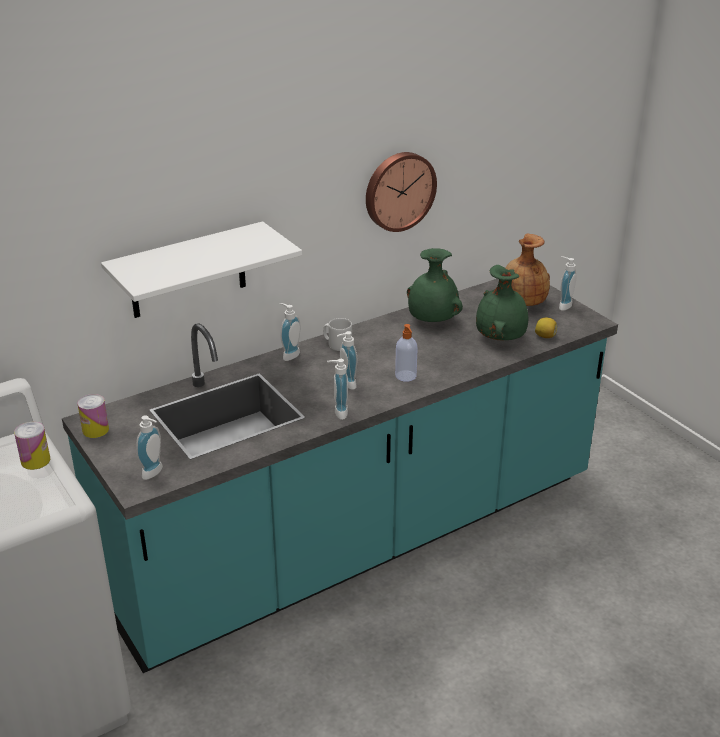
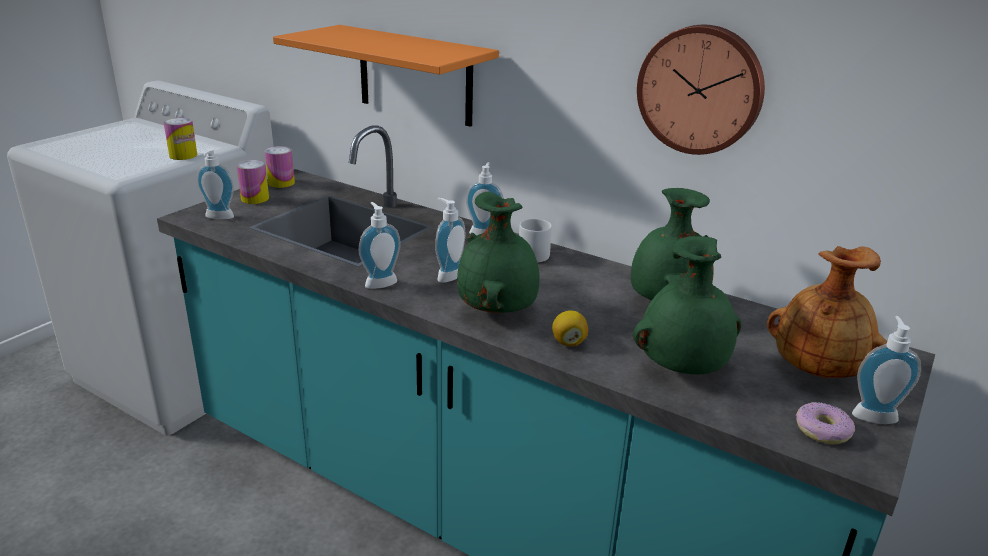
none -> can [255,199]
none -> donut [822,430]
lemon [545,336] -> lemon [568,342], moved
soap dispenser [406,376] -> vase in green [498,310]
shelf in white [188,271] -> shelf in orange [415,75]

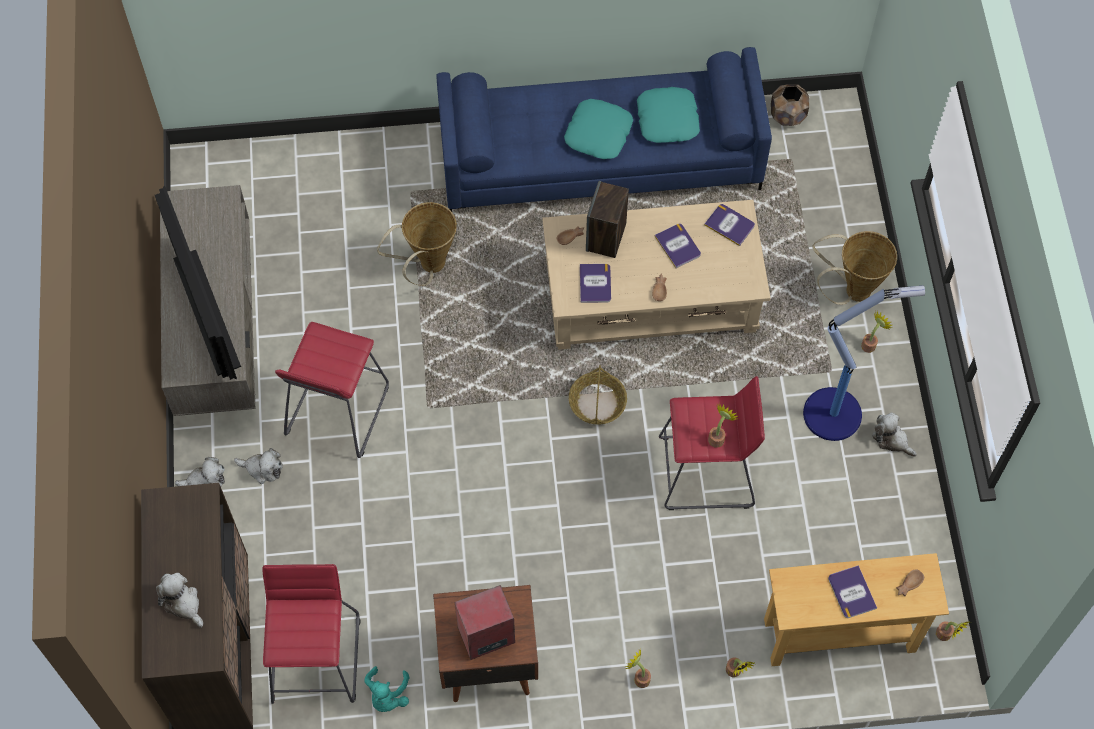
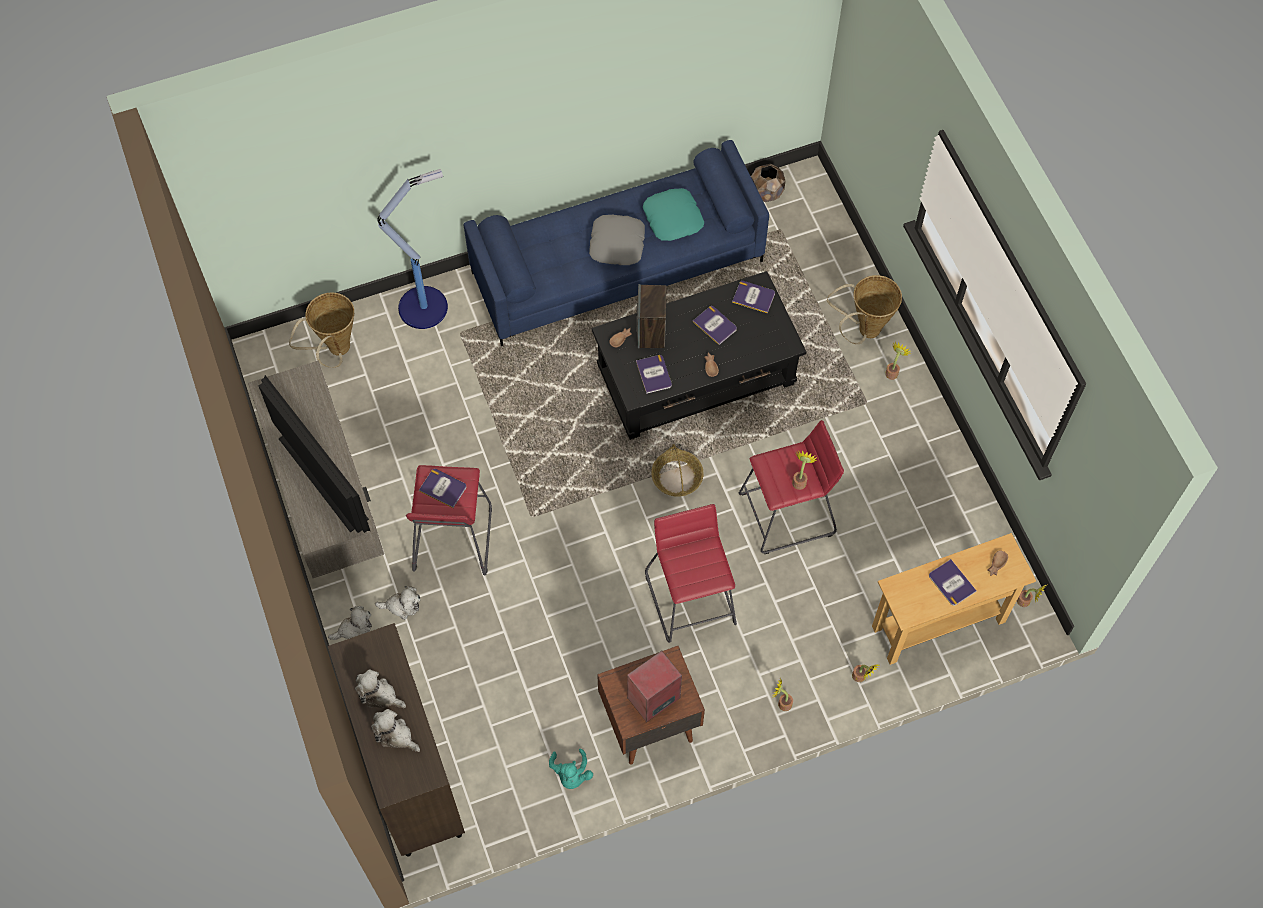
none -> book [443,488]
stool in red [315,658] -> stool in red [691,598], moved
basket [427,267] -> basket [335,351], moved
floor lamp [835,413] -> floor lamp [425,306], moved
plush toy [891,439] -> plush toy [379,695], moved
coffee table in beige [652,298] -> coffee table in black [697,376]
pillow in turquoise [599,134] -> pillow in grey [617,244]

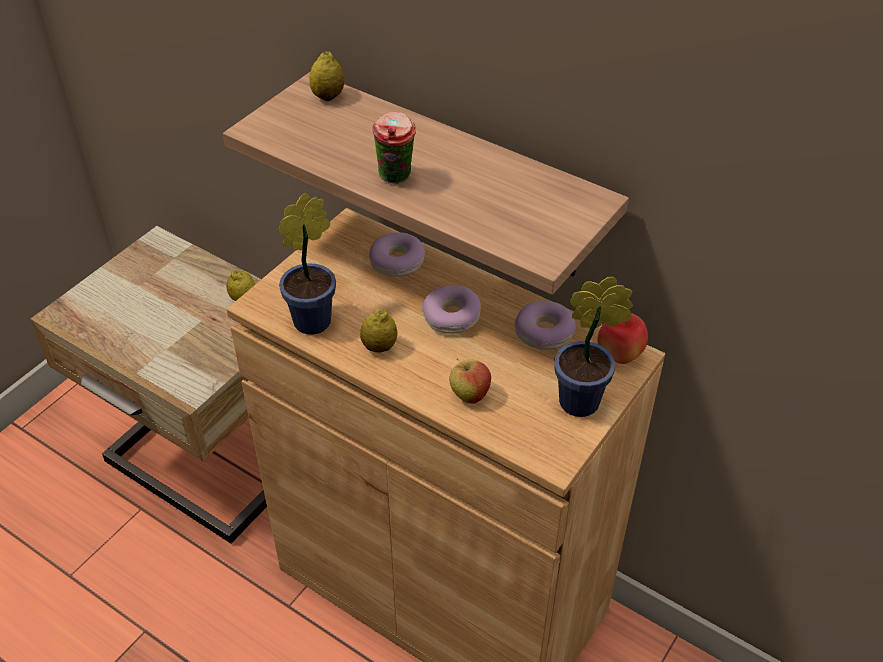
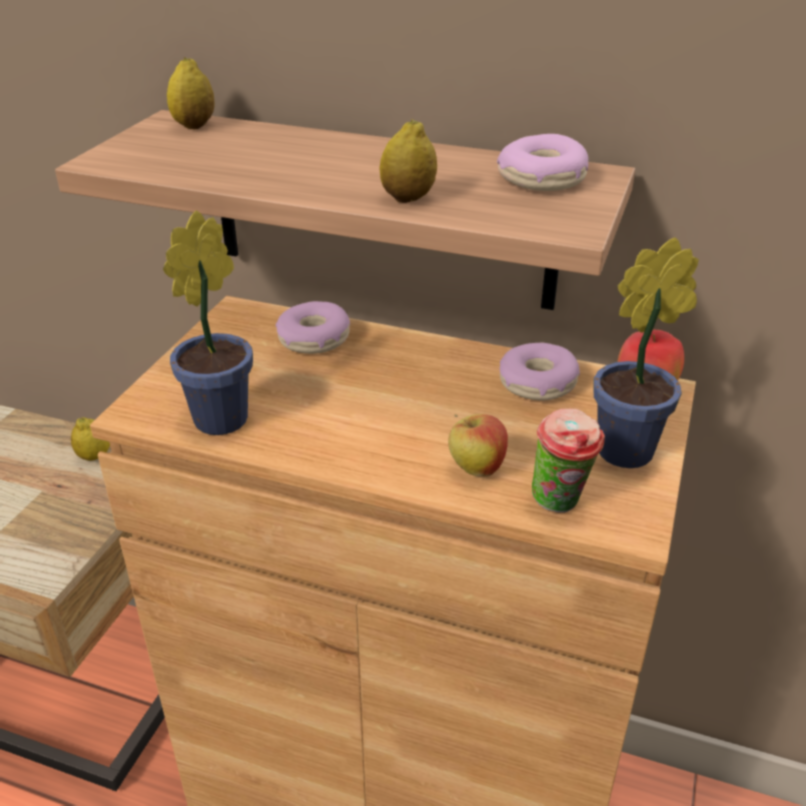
lemon [379,347] -> lemon [408,198], moved
cup [396,179] -> cup [560,504], moved
donut [451,317] -> donut [543,179], moved

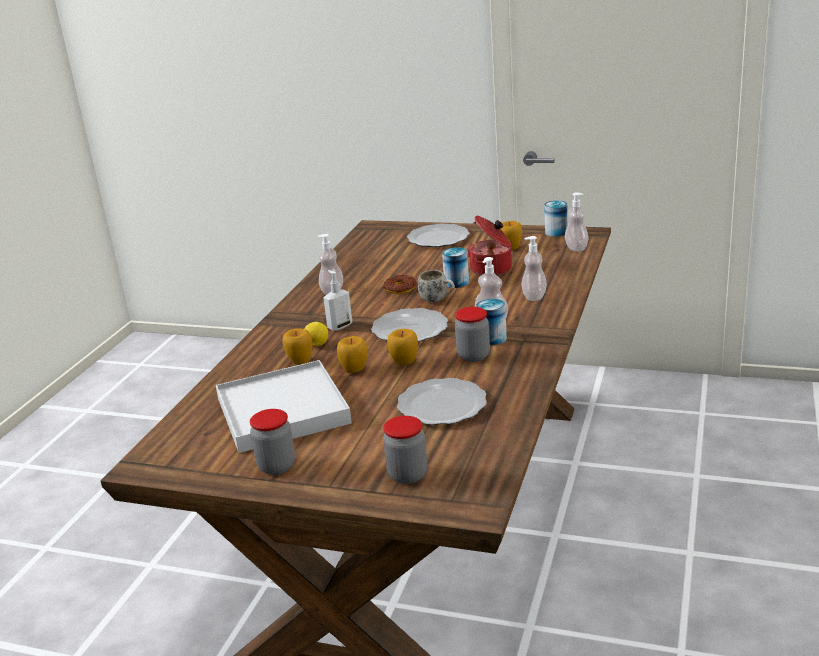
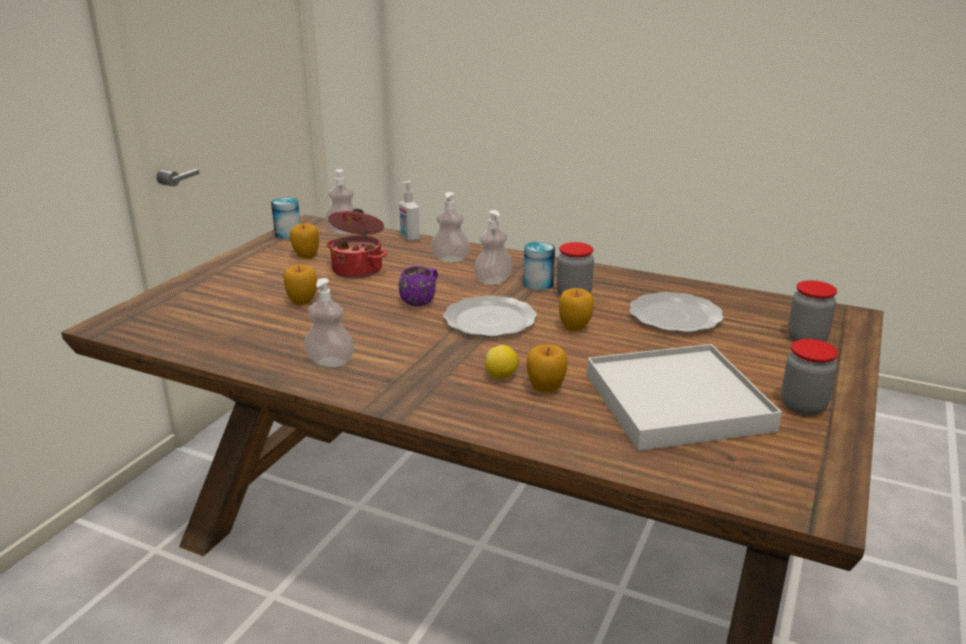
donut [400,288] -> none
plate [438,239] -> none
can [456,282] -> none
soap dispenser [339,326] -> soap dispenser [409,238], moved
apple [354,370] -> apple [302,302], moved
mug in white [438,300] -> mug in purple [421,301]

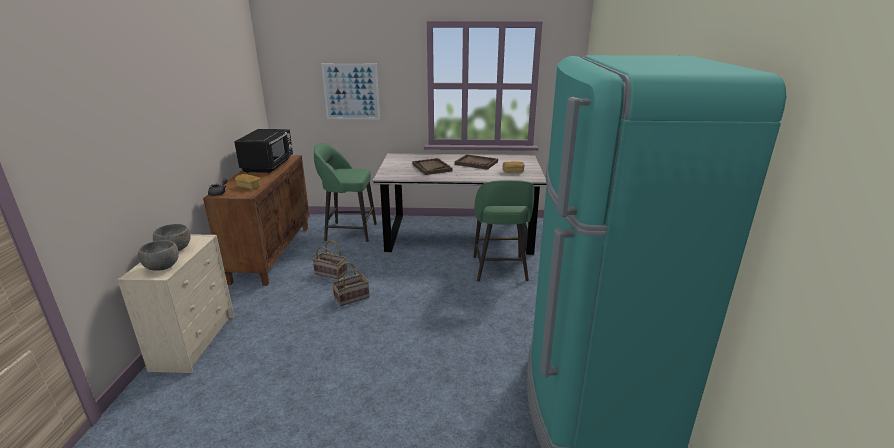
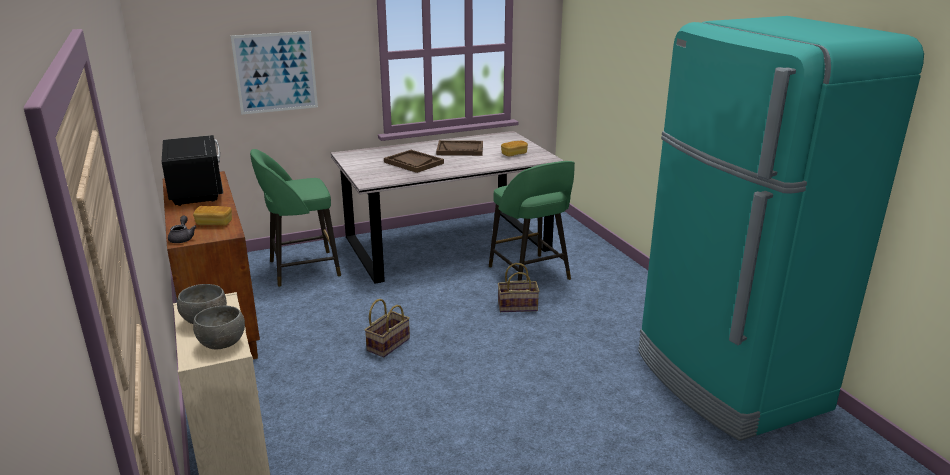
basket [332,273] -> basket [518,306], moved

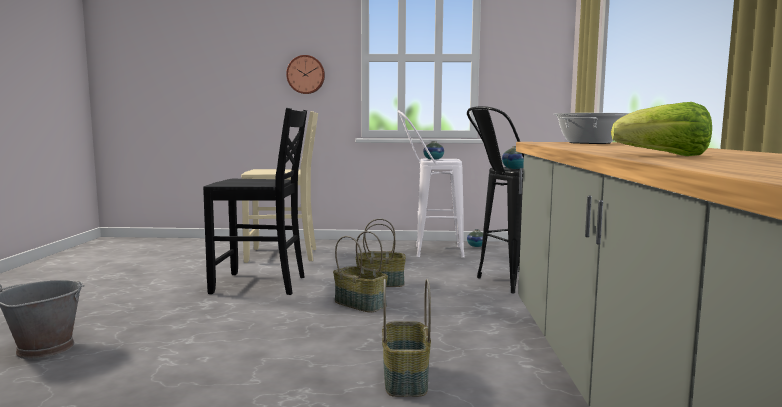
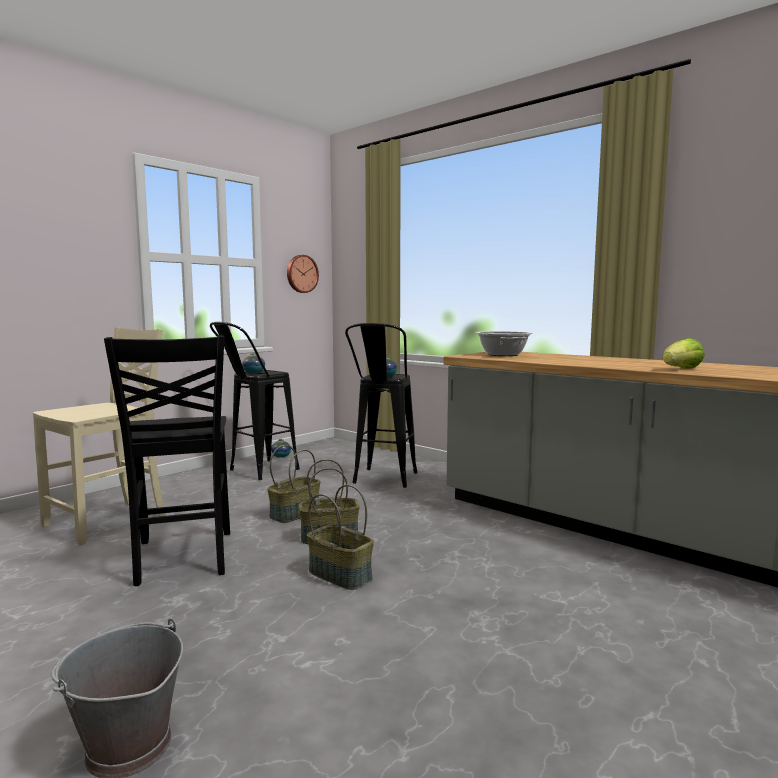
wall clock [306,74] -> wall clock [301,274], moved
basket [406,379] -> basket [341,575], moved
stool in white [429,251] -> stool in black [255,472]
chair in black [261,285] -> chair in black [182,558], 120 degrees clockwise

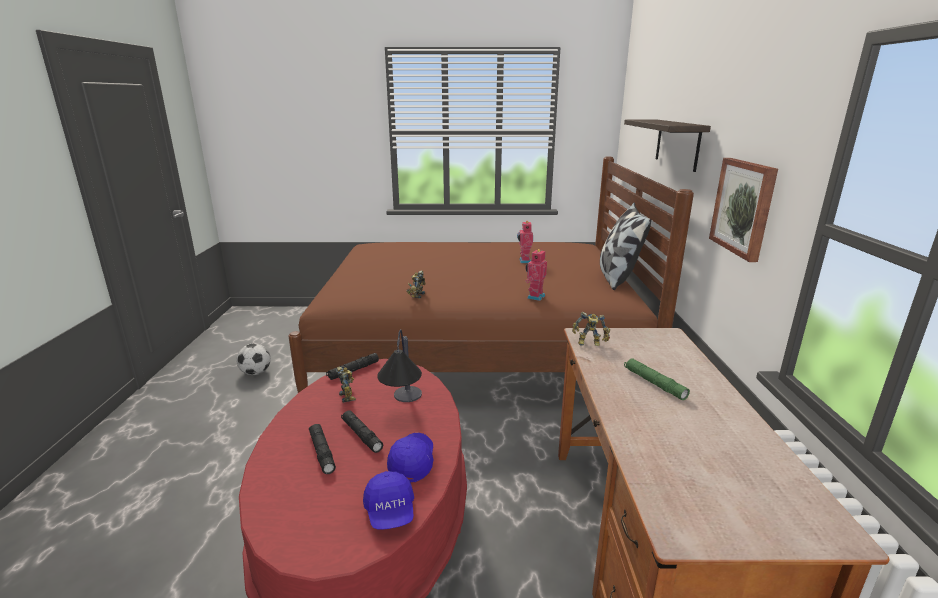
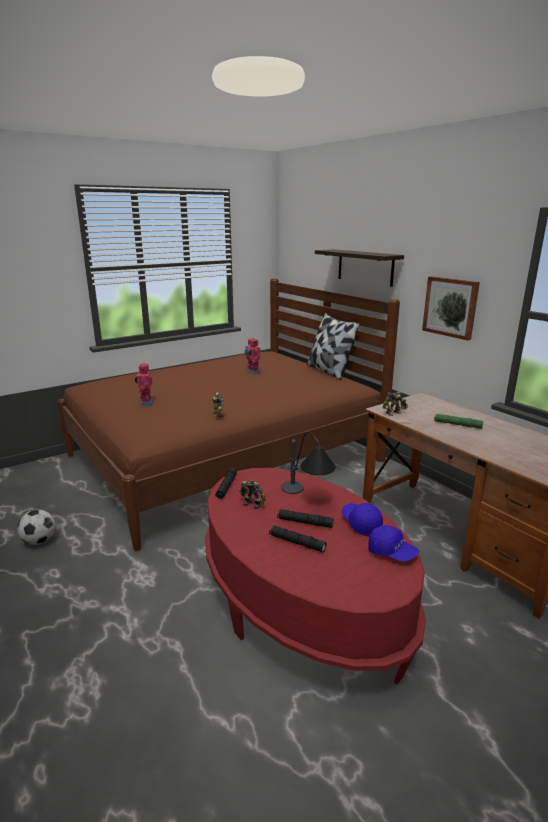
toy robot [534,297] -> toy robot [146,402], moved

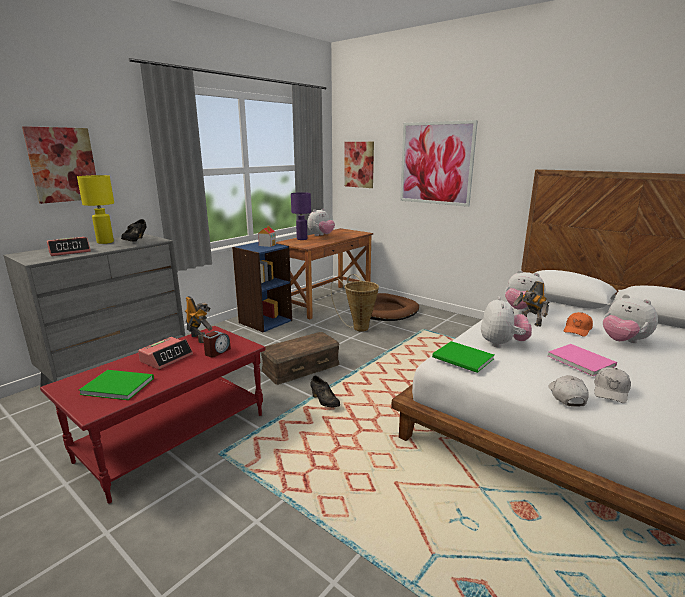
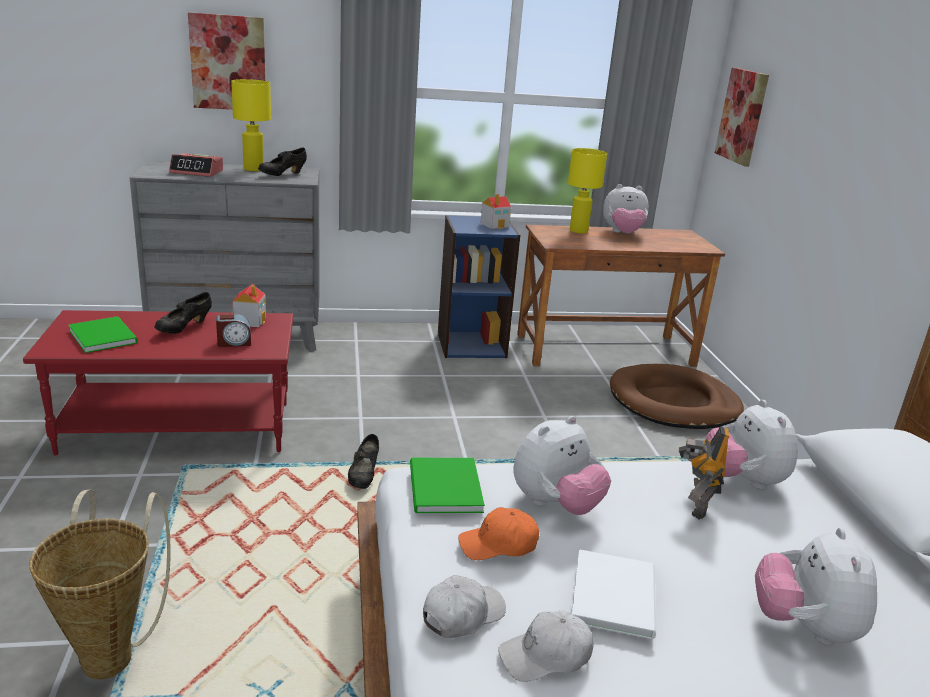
storage box in brown [300,367] -> none
picture [436,163] -> none
basket [358,327] -> basket [112,652], moved
cap in orange [577,330] -> cap in orange [498,545], moved
alarm clock [166,358] -> shoe in black [184,328]
toy robot [199,338] -> toy house [250,321]
table lamp in purple [302,239] -> table lamp in yellow [579,231]
book in pink [580,360] -> book in white [616,594]

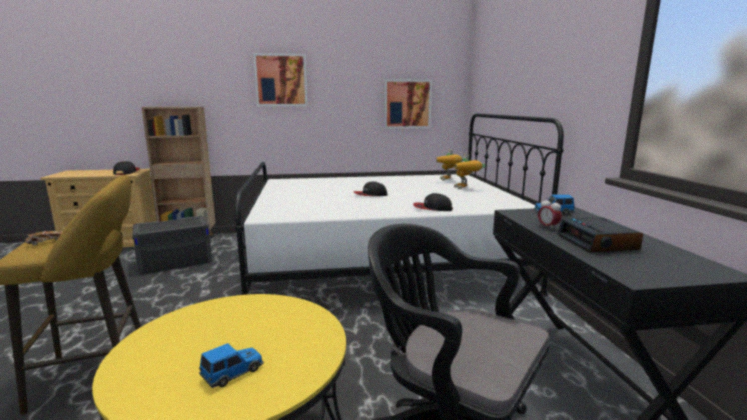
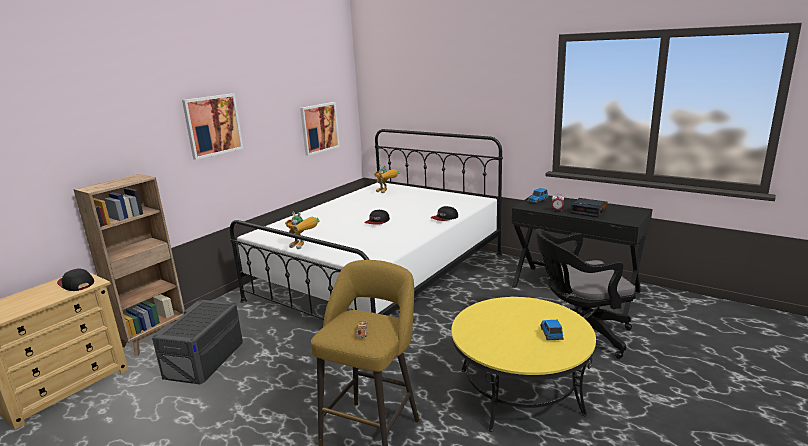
toy robot [465,189] -> toy robot [304,246], moved

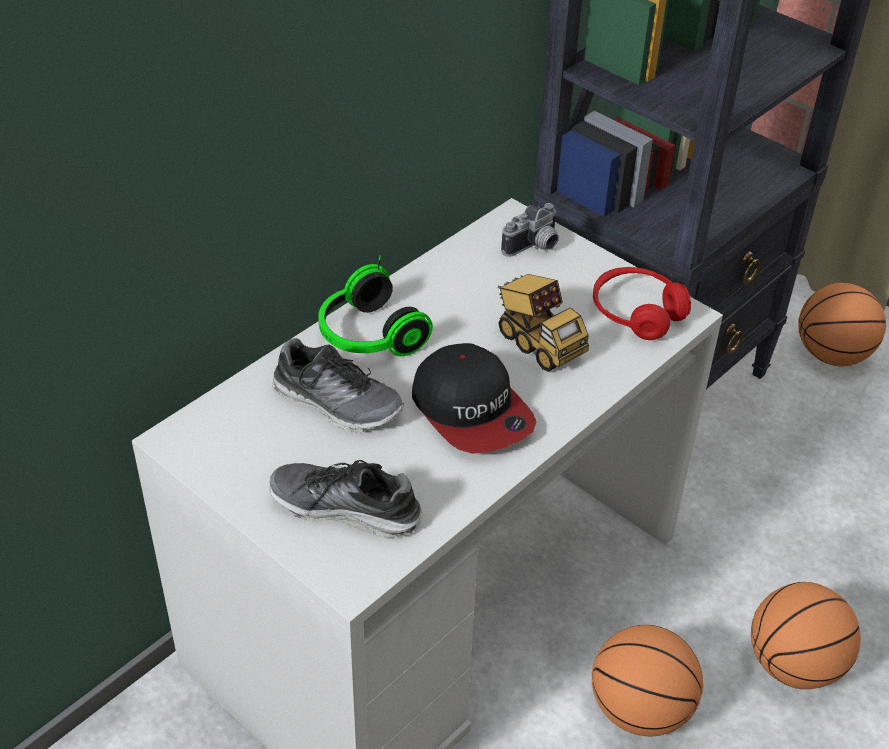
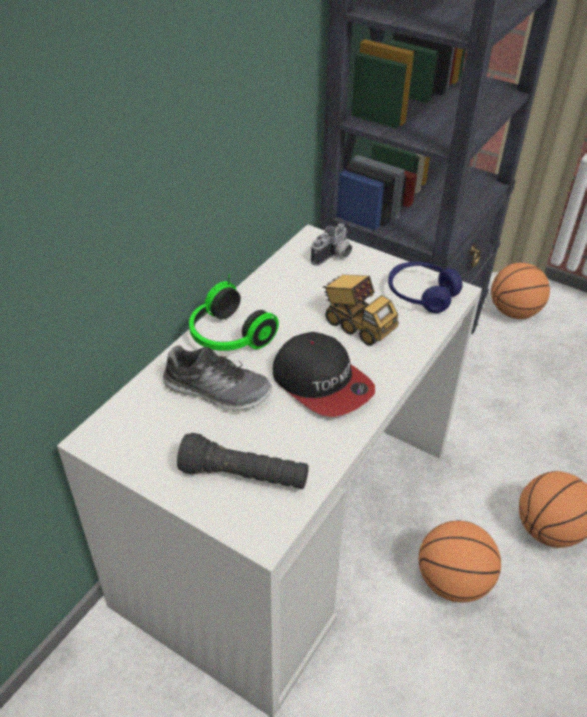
shoe [345,509] -> flashlight in black [244,476]
headphones in red [637,313] -> headphones in blue [421,294]

